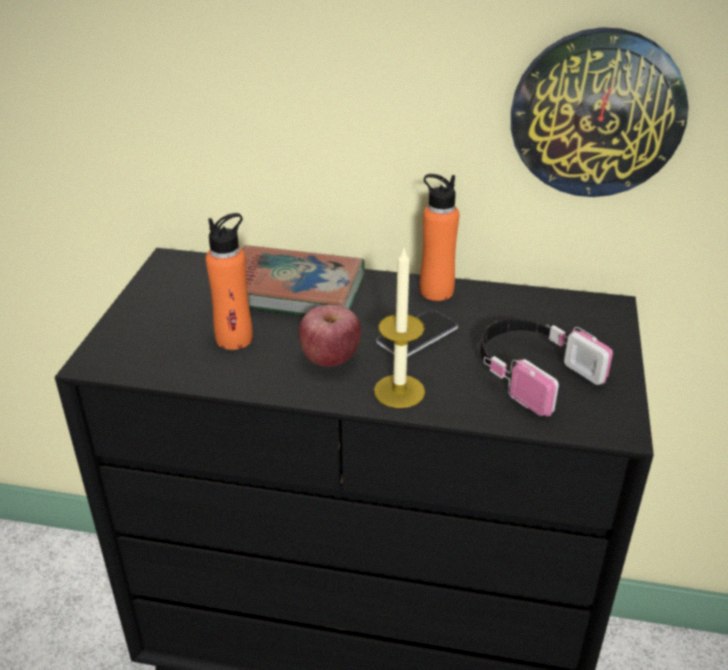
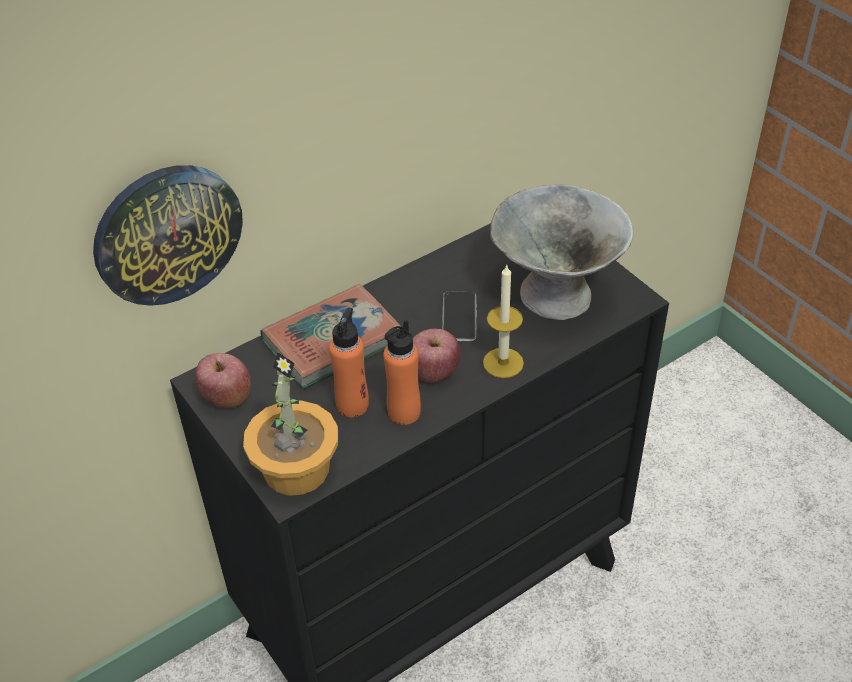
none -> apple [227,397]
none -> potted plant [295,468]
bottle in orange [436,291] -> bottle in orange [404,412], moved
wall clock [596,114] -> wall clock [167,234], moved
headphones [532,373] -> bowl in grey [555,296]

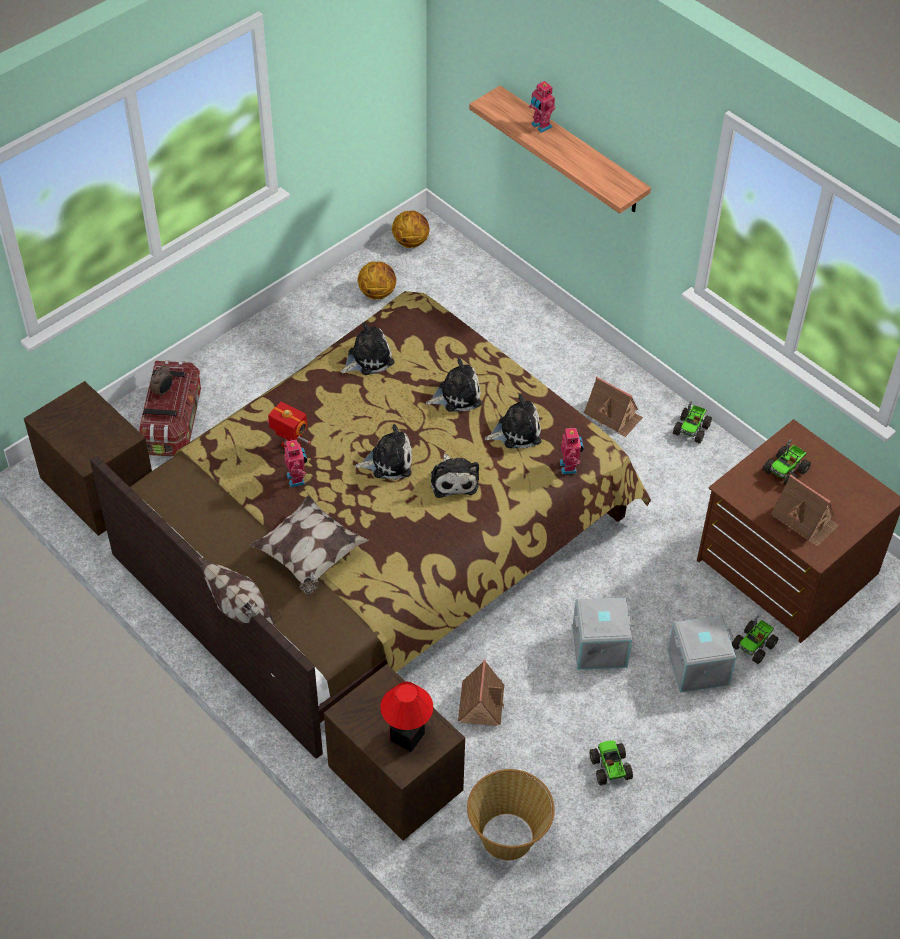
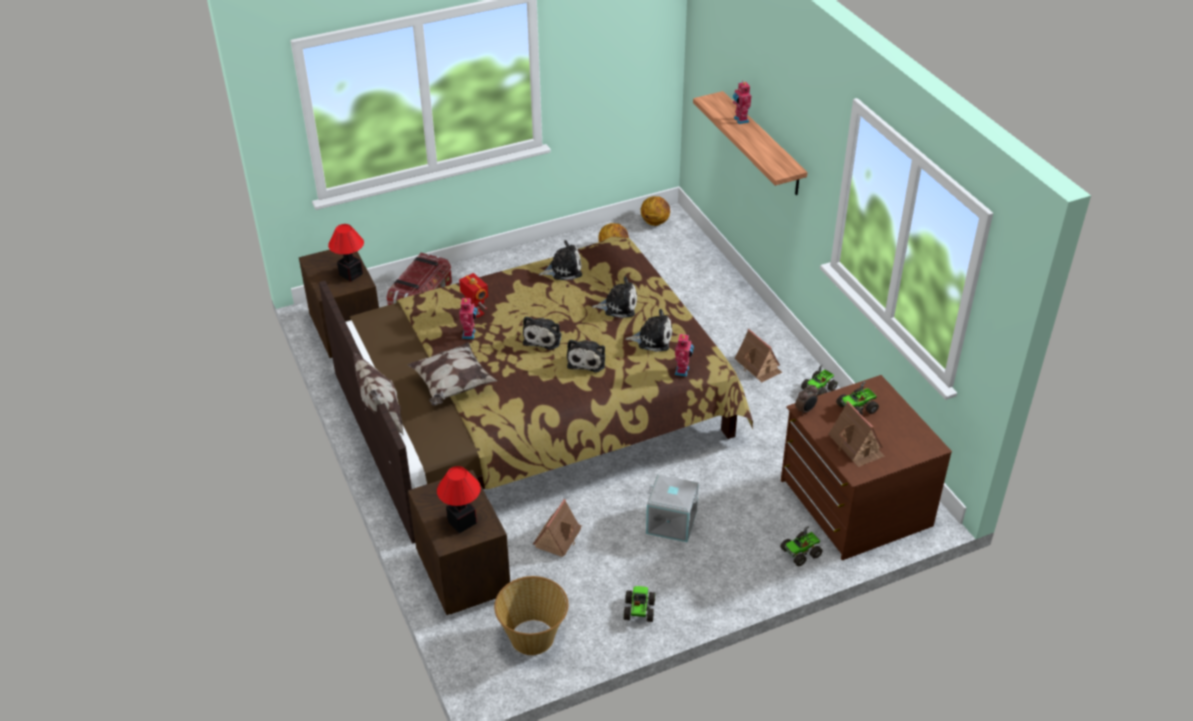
storage box in grey [697,668] -> none
none -> table lamp [350,274]
alarm clock [163,391] -> alarm clock [805,410], moved
plush toy [388,461] -> plush toy [543,338], 90 degrees clockwise

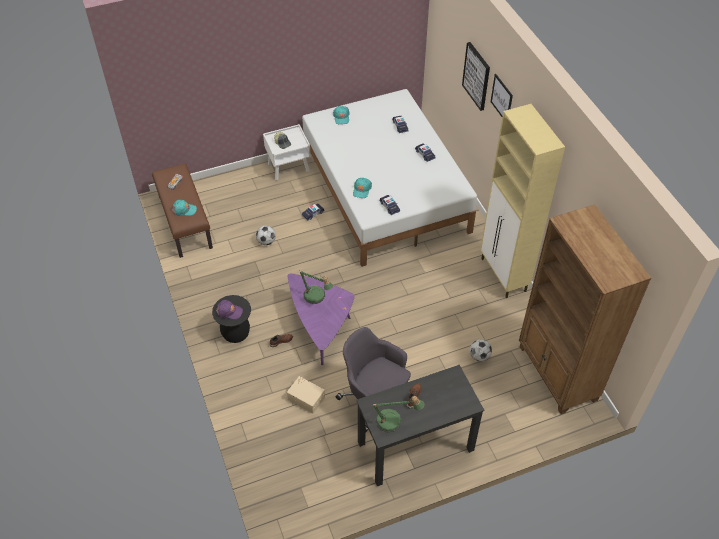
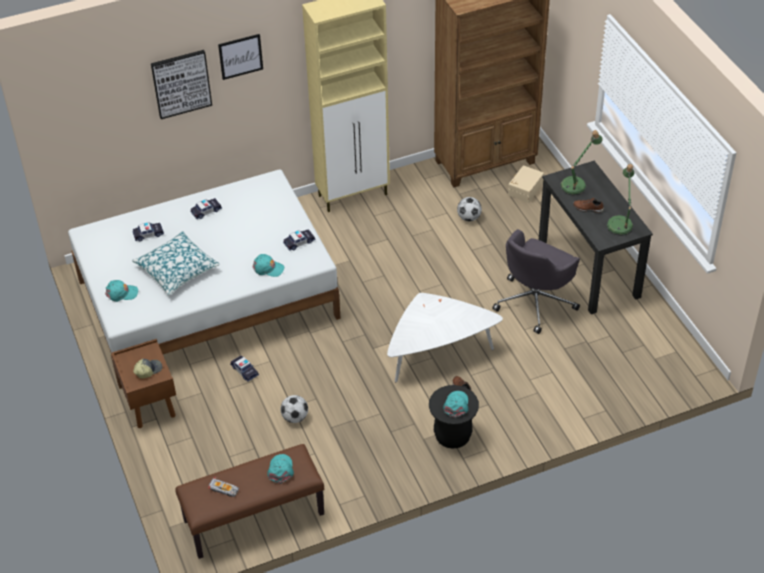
none -> pillow [176,269]
storage box in beige [306,397] -> storage box in beige [524,189], moved
table lamp [316,297] -> table lamp [576,184], moved
cap in purple [229,311] -> cap in turquoise [456,405]
nightstand in white [289,167] -> nightstand in brown [149,403]
coffee table in purple [321,327] -> coffee table in white [437,352]

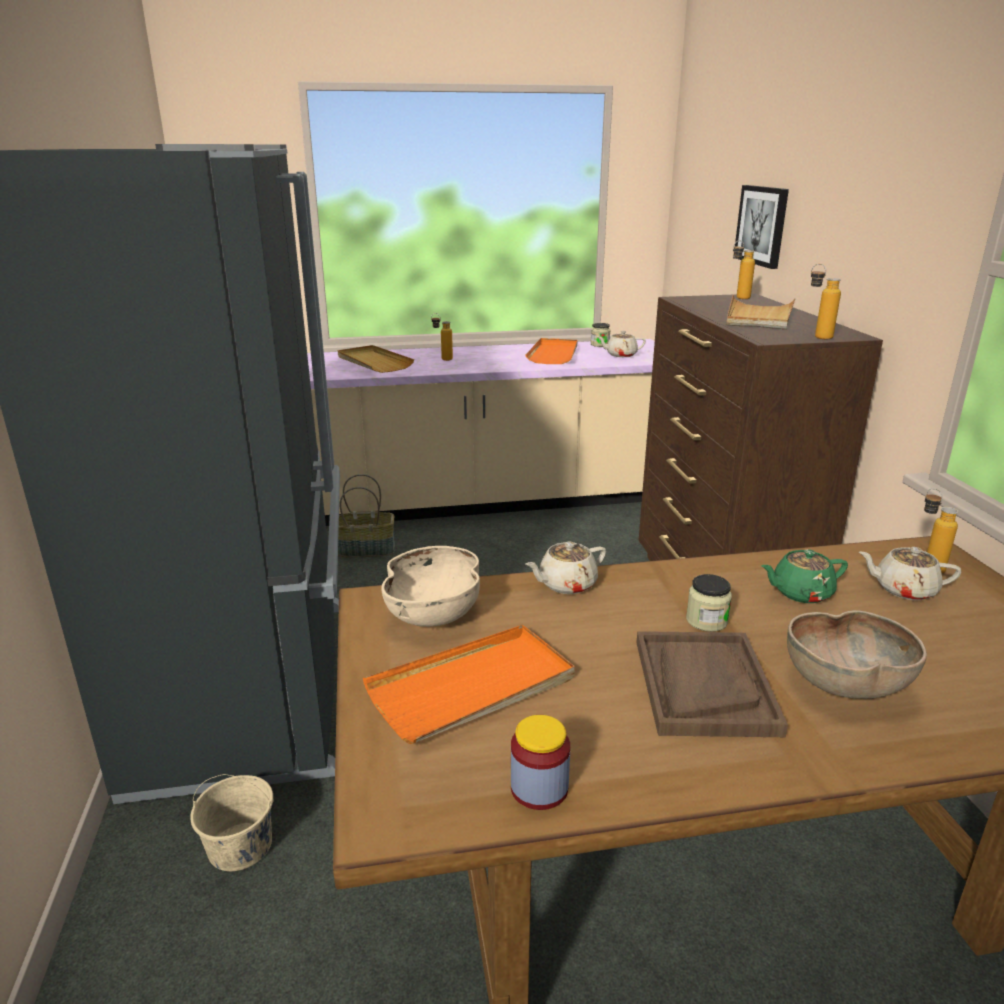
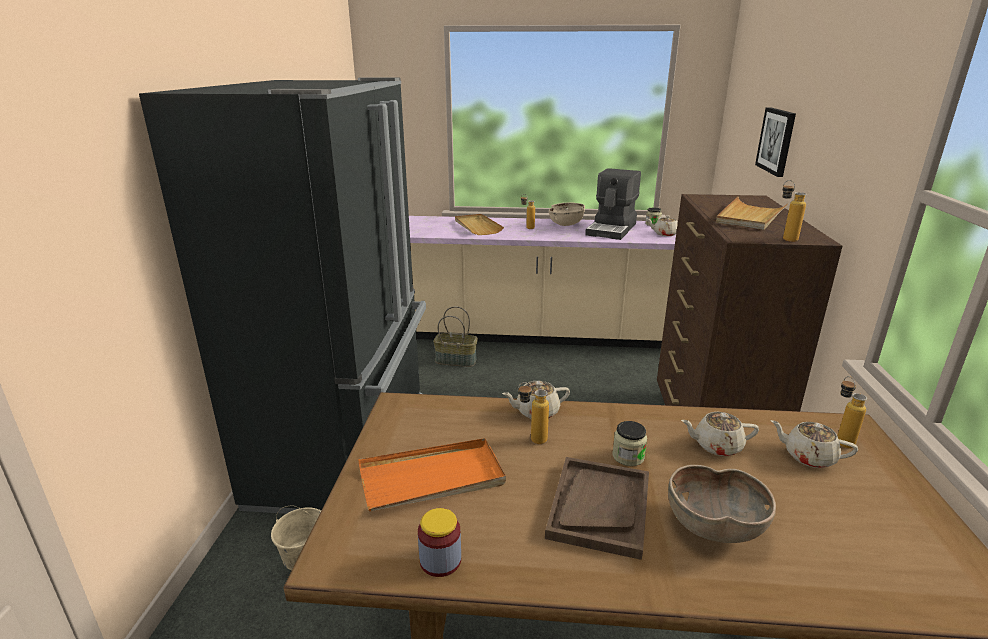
bowl in beige [434,613] -> bowl in beige [566,224], moved
bottle [738,298] -> bottle [532,440], moved
tray in orange [554,354] -> coffee machine [612,229]
teapot in green [800,593] -> teapot in beige [716,446]

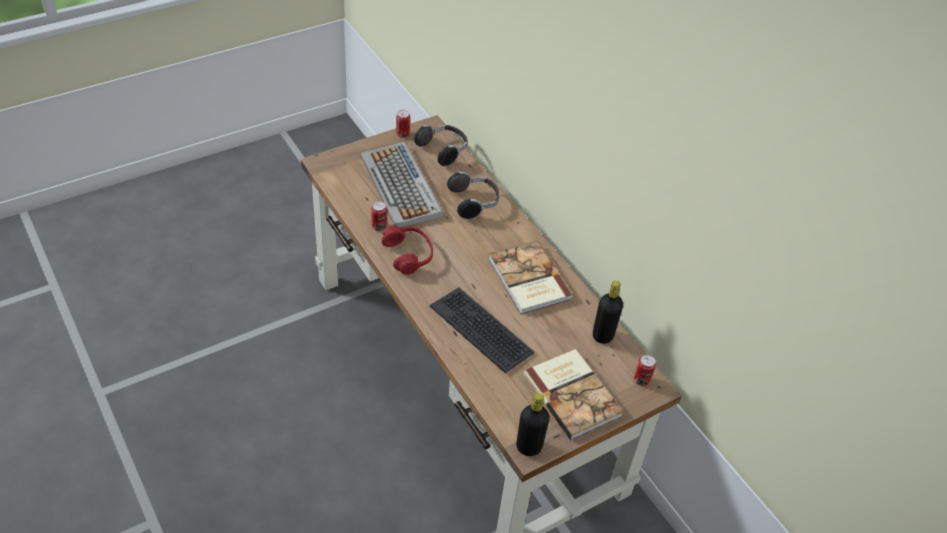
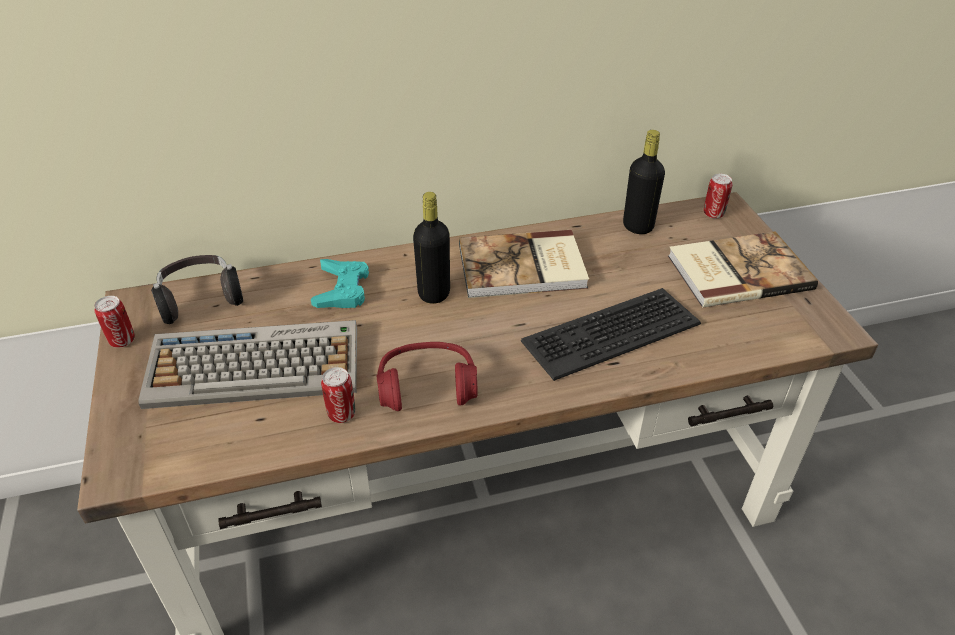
bottle in black [529,447] -> bottle in black [434,293], moved
headphones [474,203] -> game controller in turquoise [342,289]

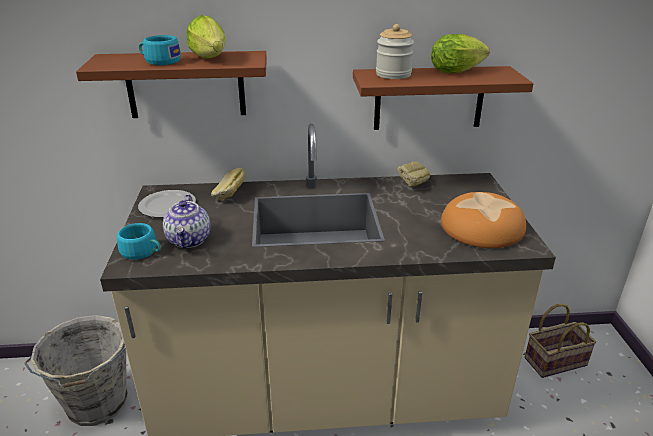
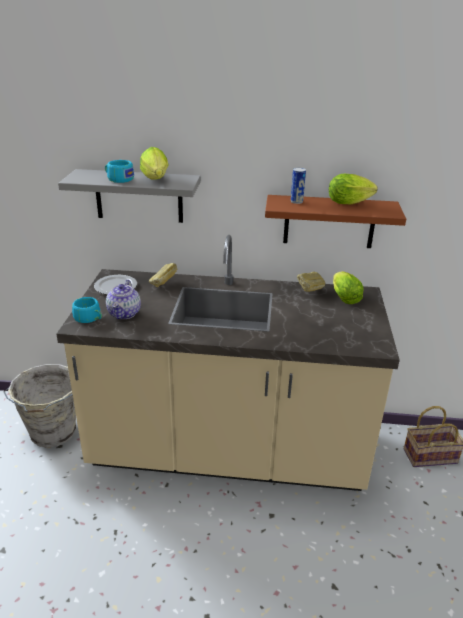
bread [482,227] -> none
none -> lettuce [343,297]
jar [393,74] -> can [296,201]
shelf in brown [185,85] -> shelf in grey [139,196]

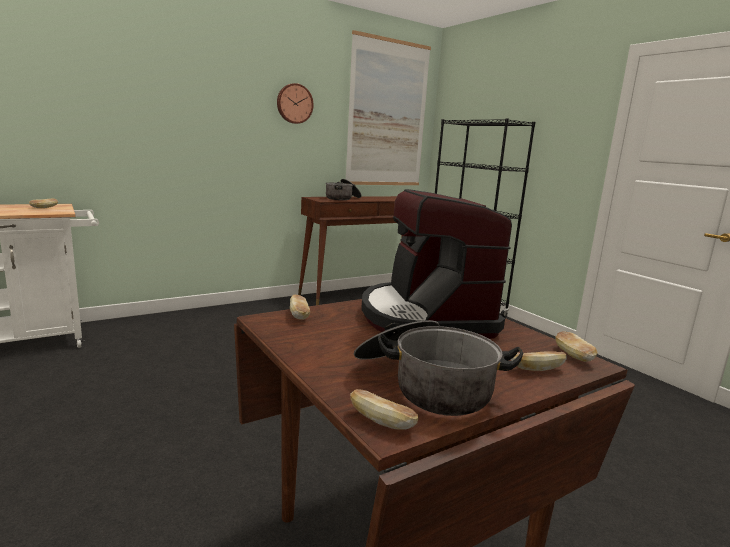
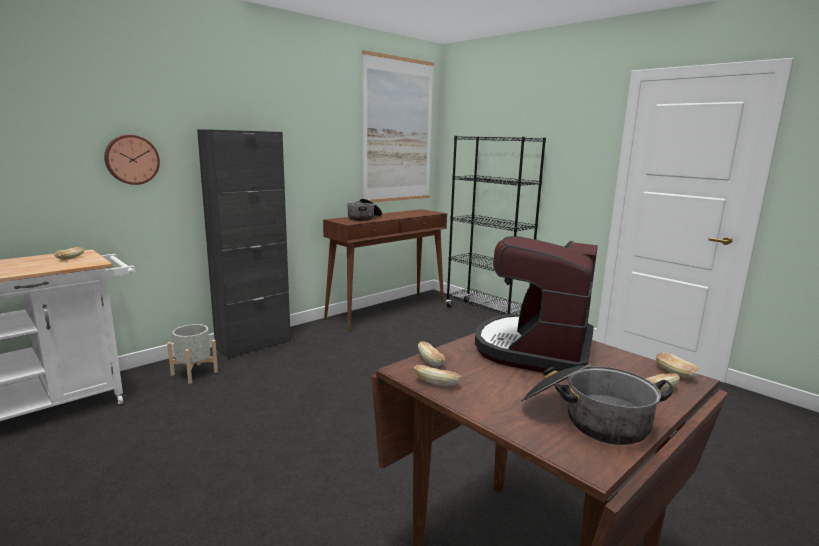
none -> planter in grey [194,373]
none -> cabinet in black [253,345]
wall clock [294,103] -> wall clock [131,159], moved
bread [381,422] -> bread [436,383], moved
coffee machine [426,317] -> coffee machine [535,349], 45 degrees clockwise

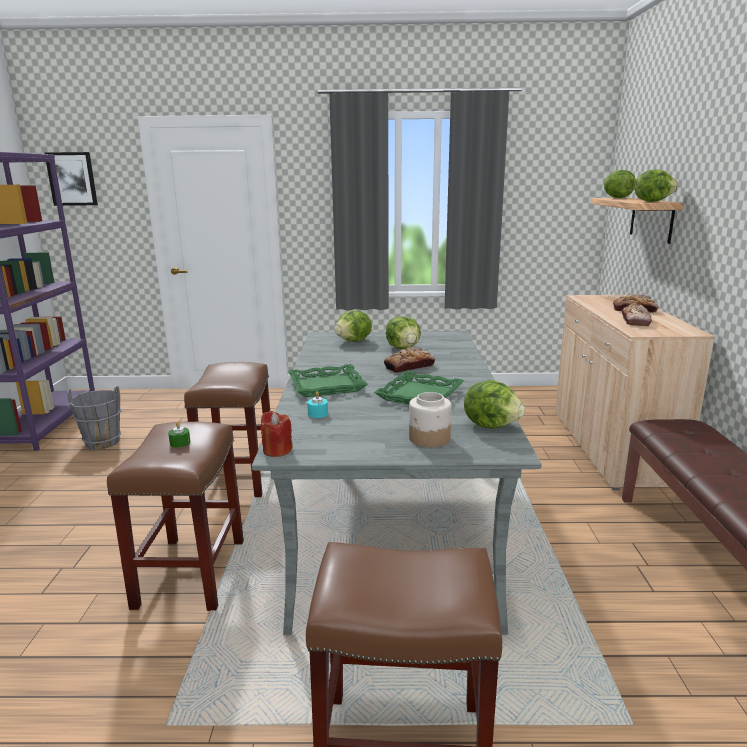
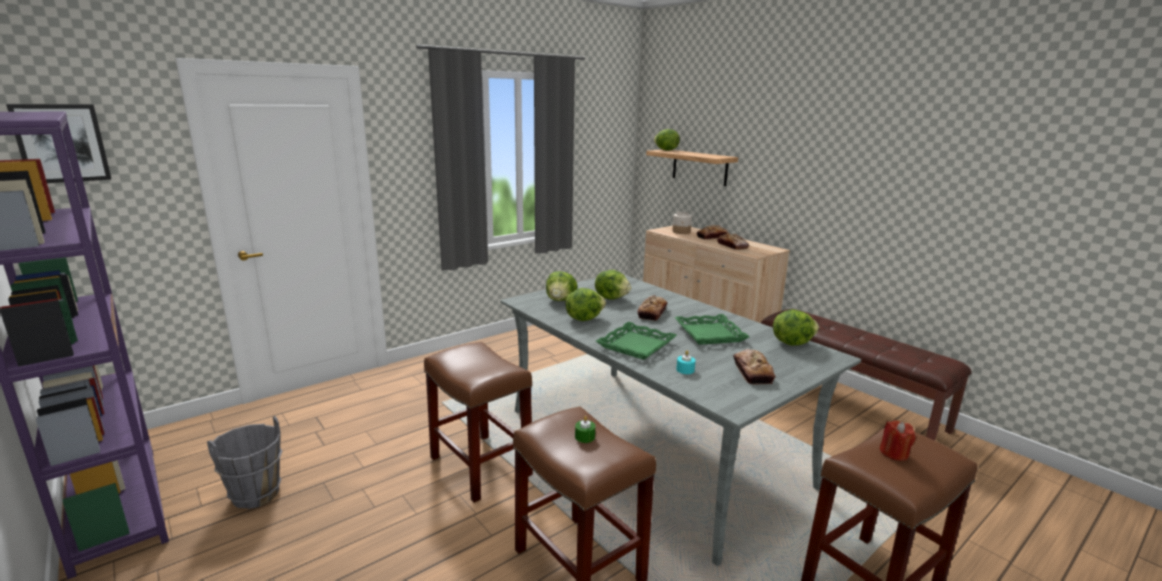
none -> bread [752,372]
candle in red [277,450] -> candle in red [894,453], moved
jar [429,439] -> jar [681,232], moved
lettuce [652,201] -> lettuce [584,318], moved

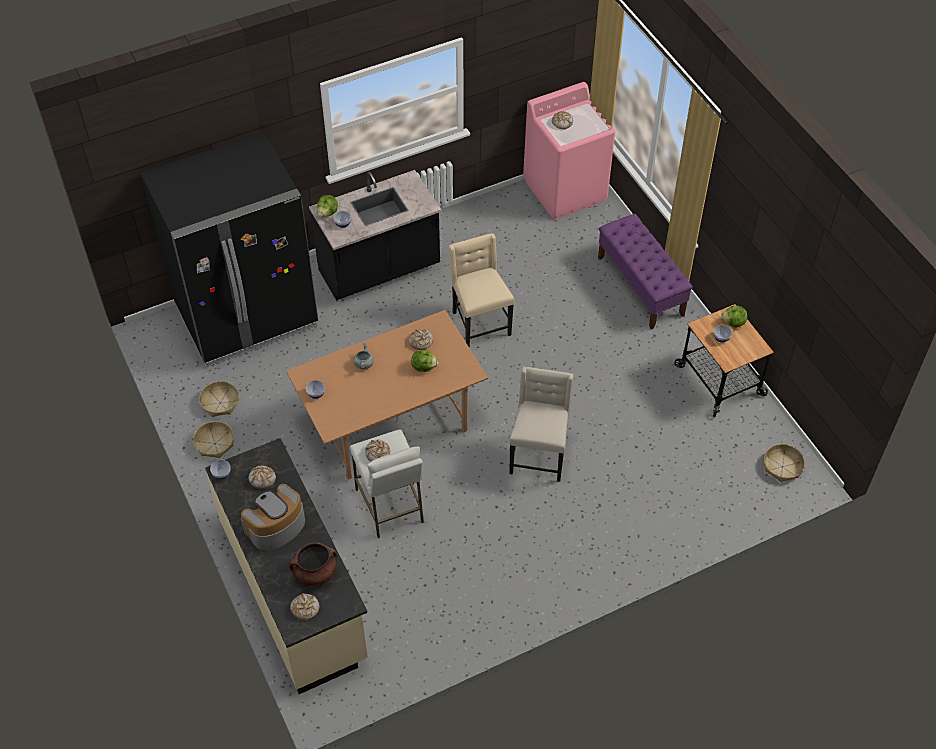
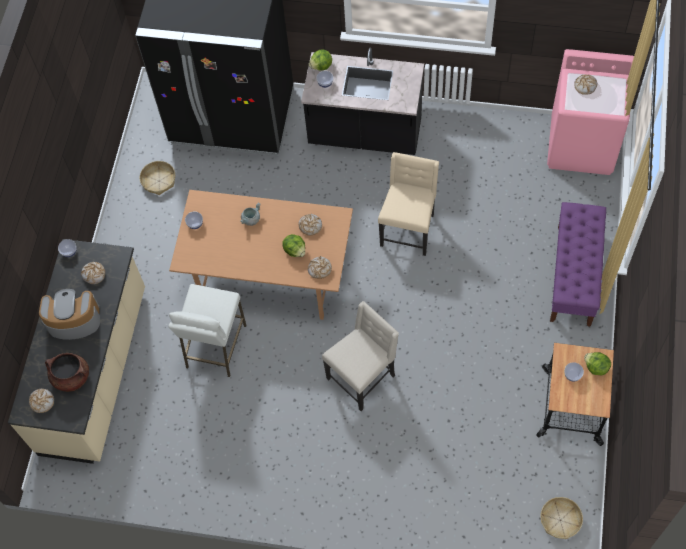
basket [214,444] -> none
bread [377,453] -> bread [319,269], moved

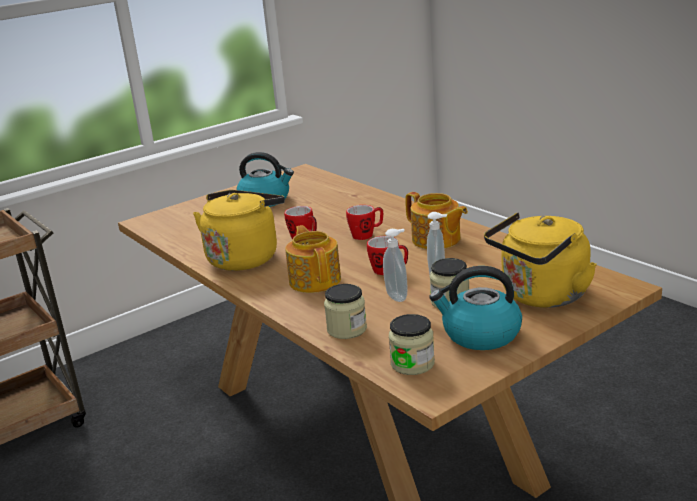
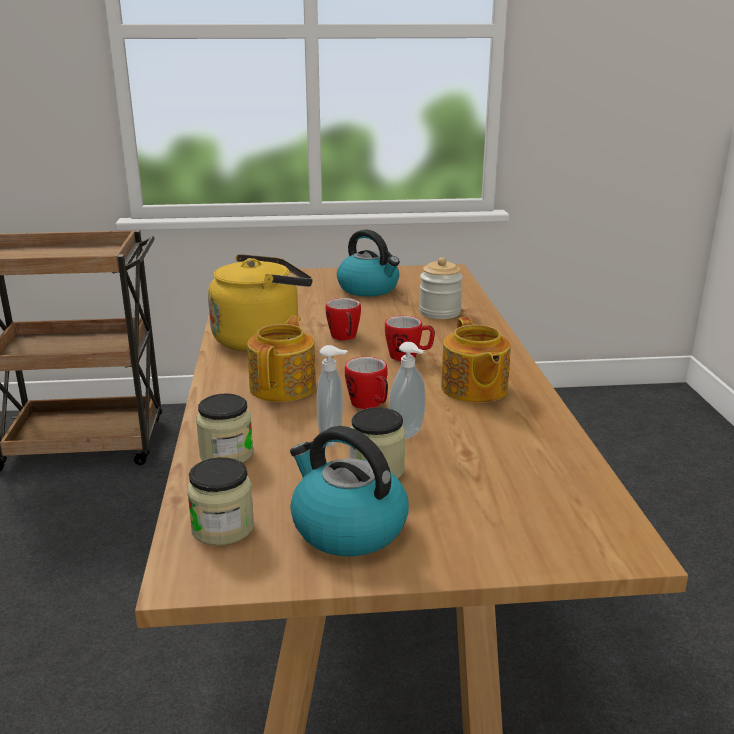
kettle in yellow [541,296] -> none
none -> jar [439,312]

